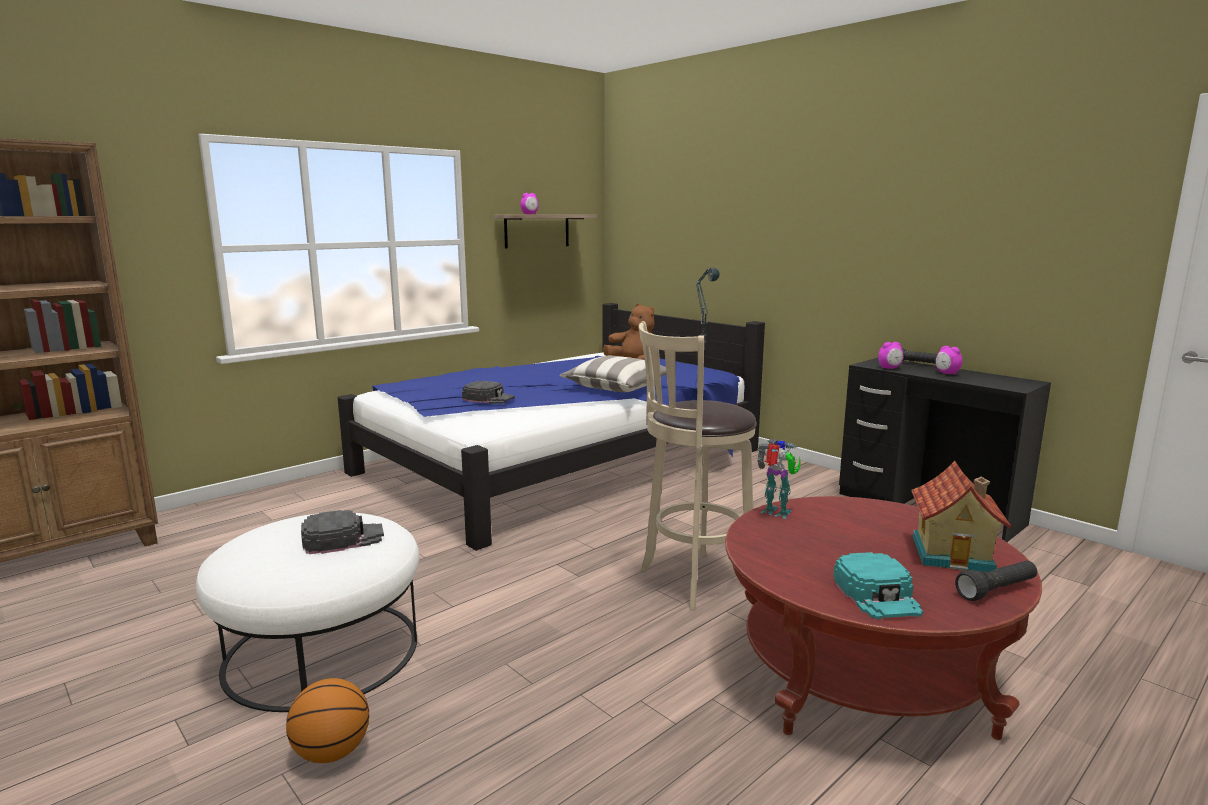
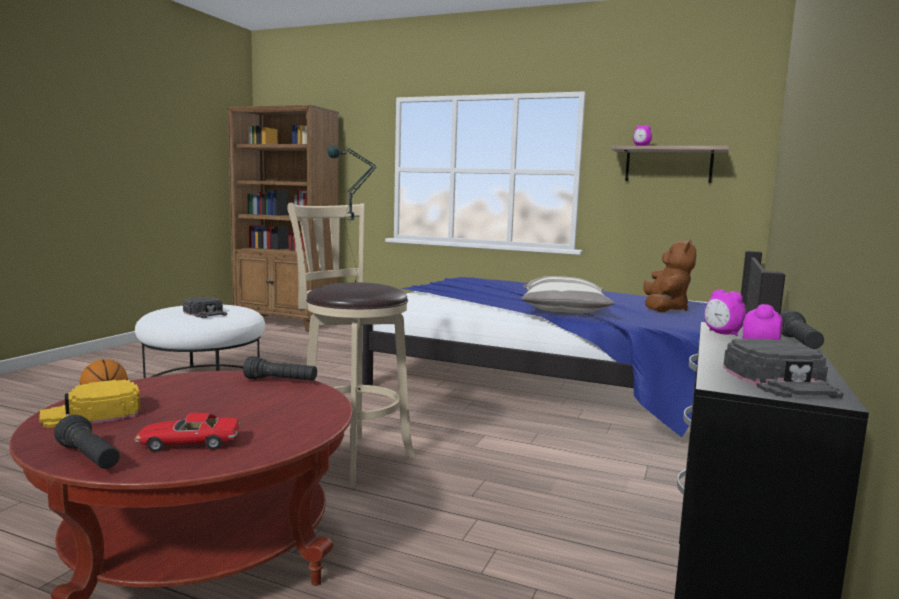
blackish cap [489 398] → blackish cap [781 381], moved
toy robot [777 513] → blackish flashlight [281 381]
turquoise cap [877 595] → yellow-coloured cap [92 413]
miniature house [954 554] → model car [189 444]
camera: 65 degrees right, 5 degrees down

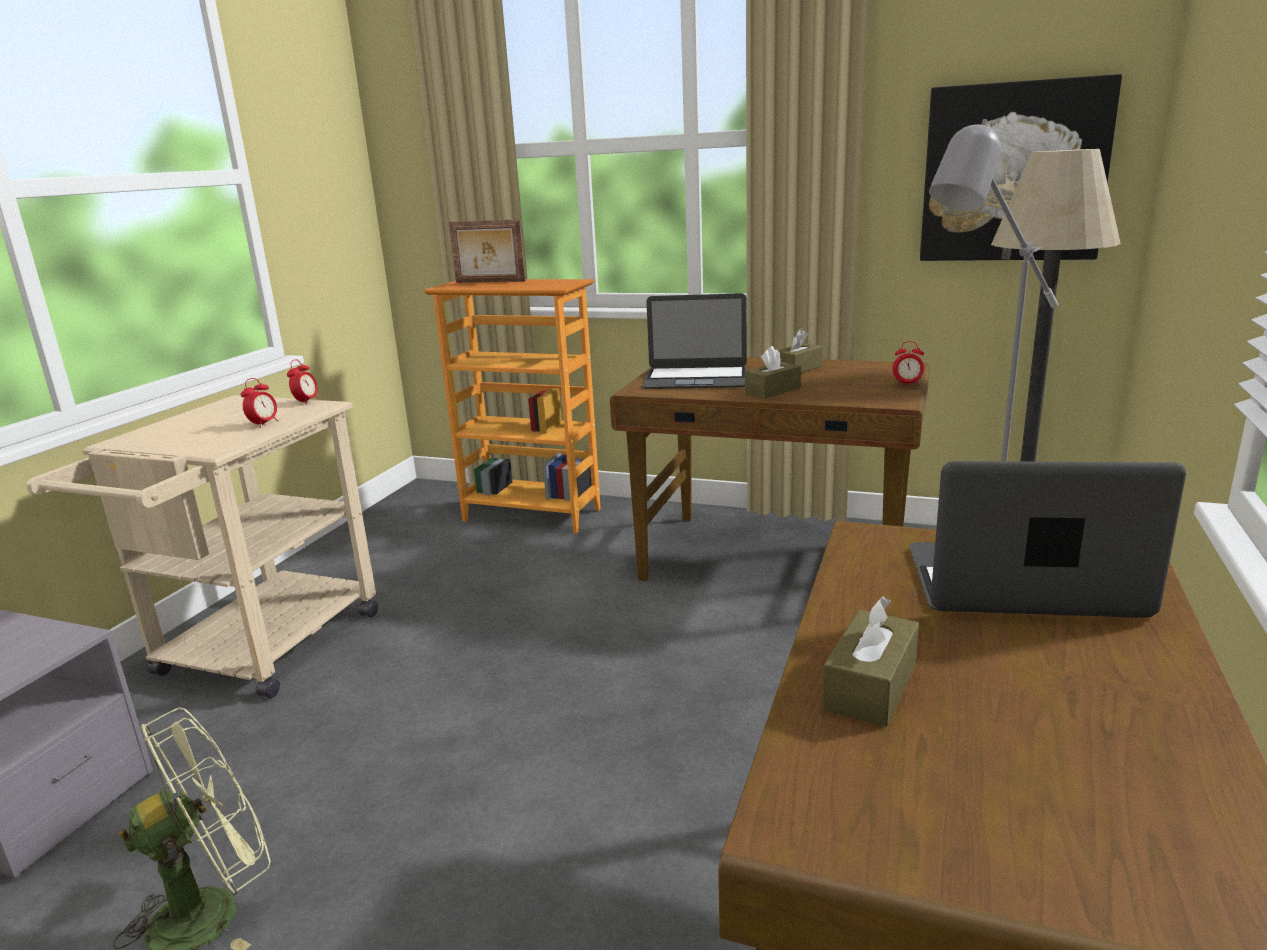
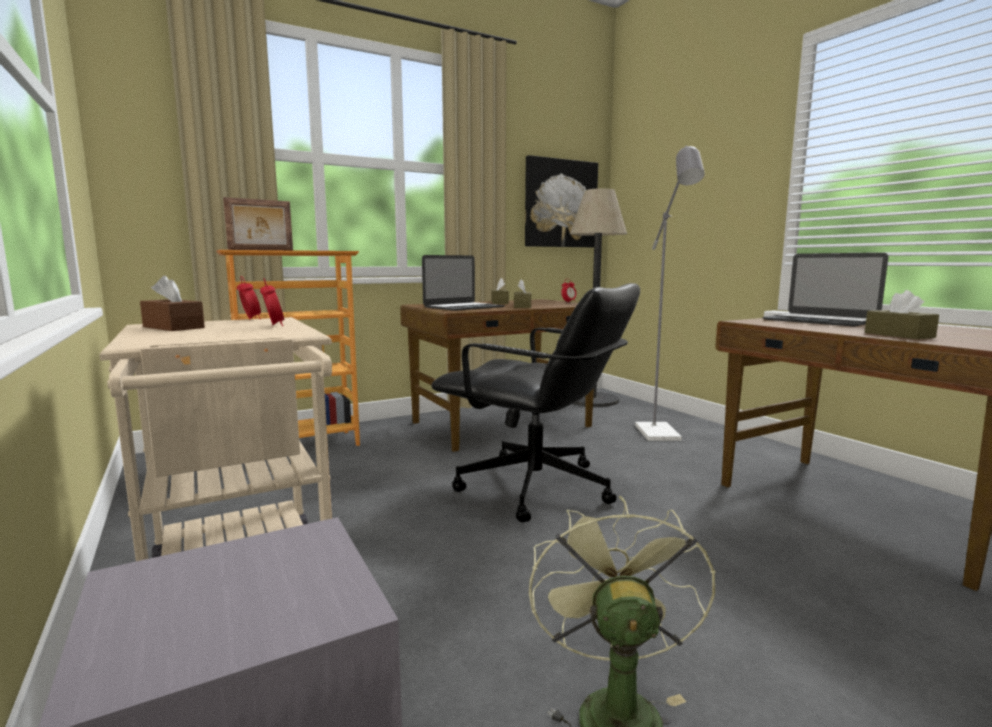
portable computer [1021 582] → portable computer [819 320], 90 degrees counterclockwise
- → brown box of tissues [173 327]
- → blackish office chair [536 489]
camera: 50 degrees left, 10 degrees down

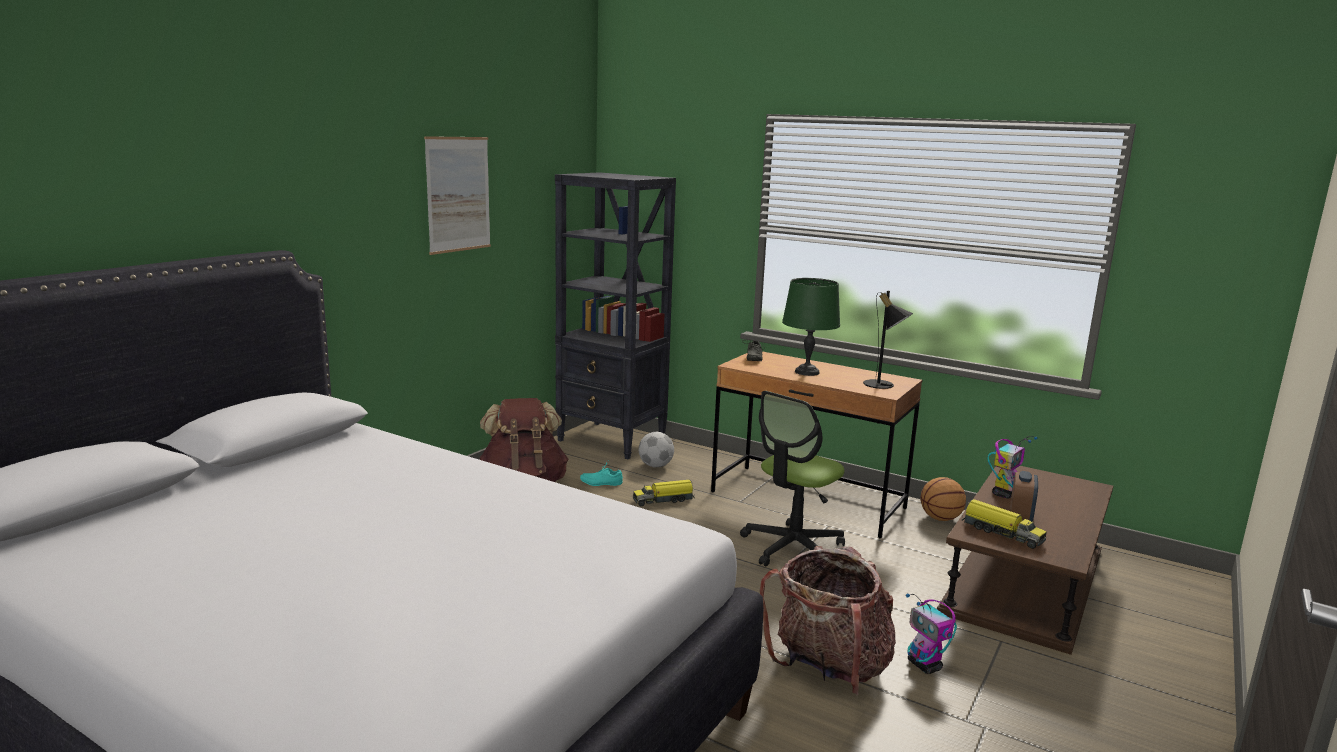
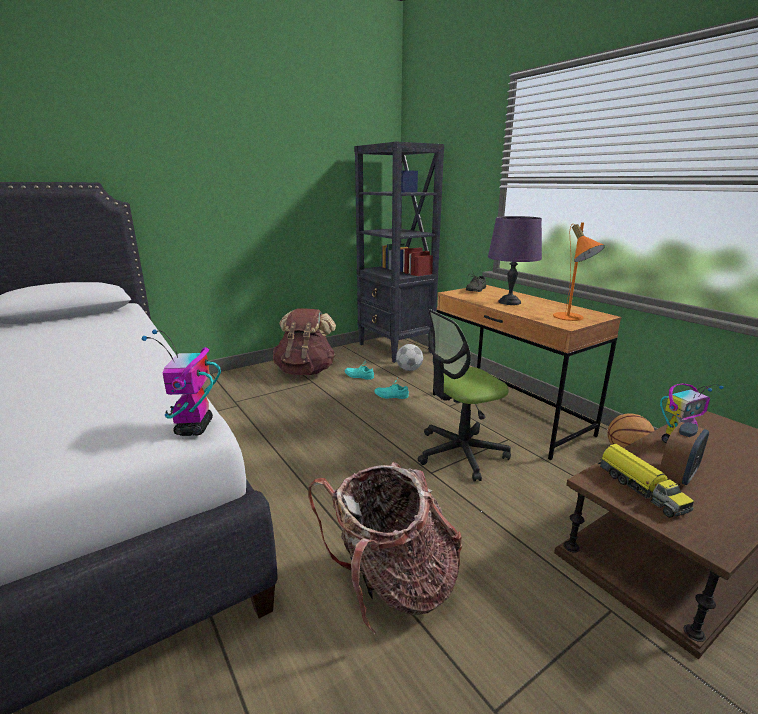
wall art [458 194] → -
toy truck [664 500] → turquoise low shoe [391 395]
green-coloured table lamp [807 372] → purple-coloured table lamp [510 302]
blackish table lamp [883 386] → orangey table lamp [571 318]
toy robot [925 666] → toy robot [194 428], moved
camera: 25 degrees right, 5 degrees up

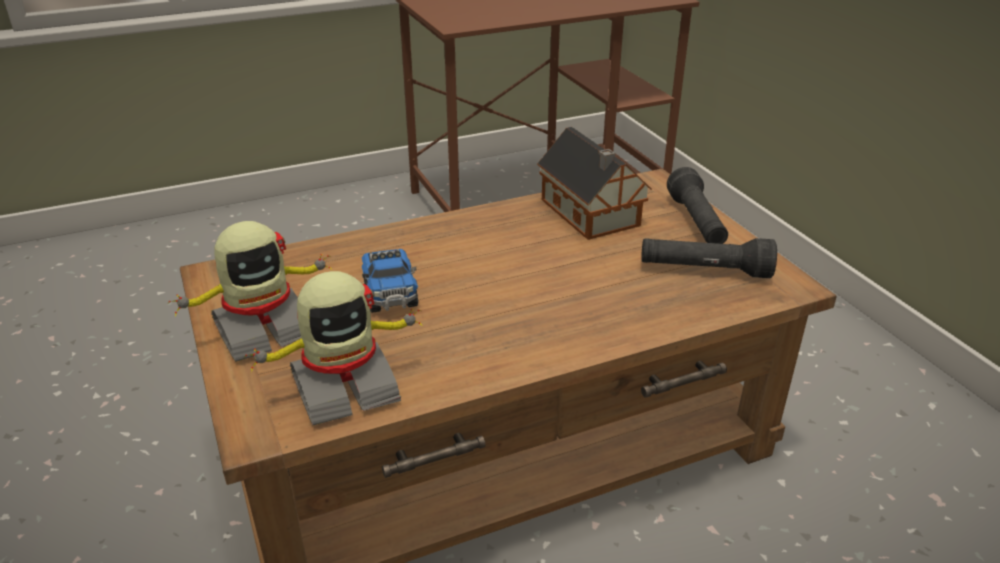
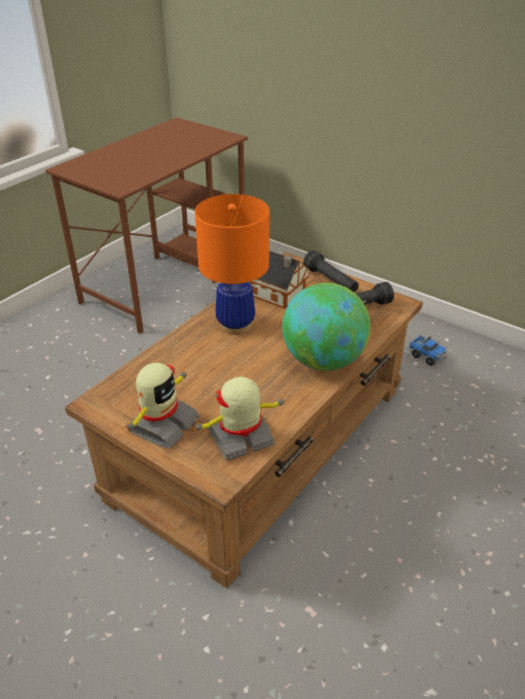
toy robot [344 387] → toy robot [240 438], 150 degrees counterclockwise
toy truck [390 296] → toy truck [426 356], moved
- → orangey table lamp [235 325]
- → world globe [323 360]
camera: 30 degrees left, 5 degrees up

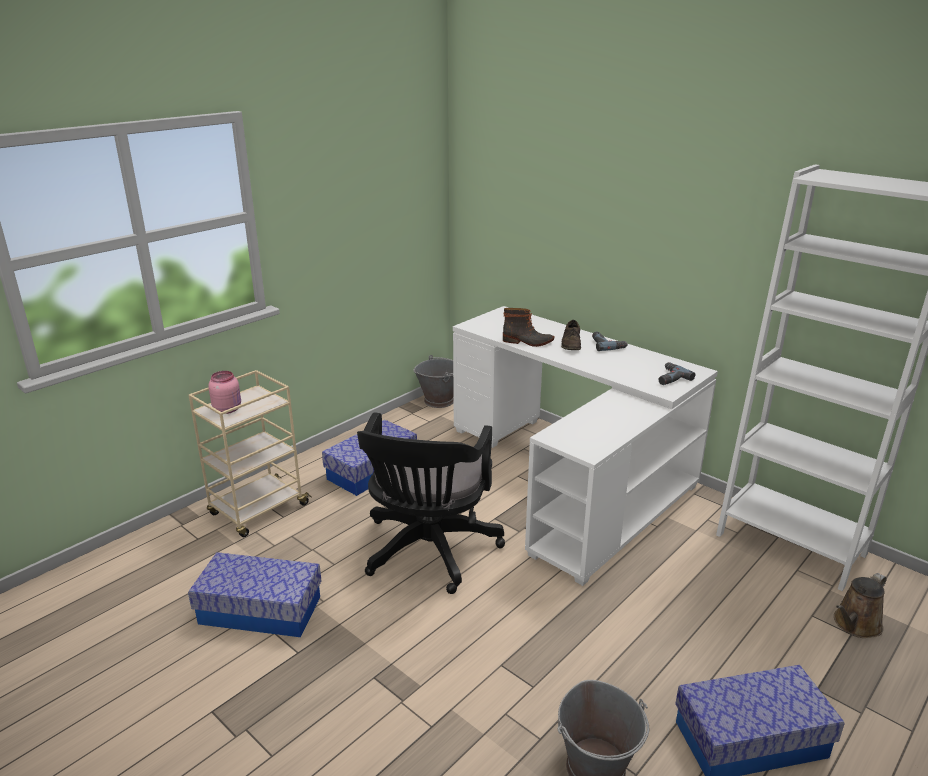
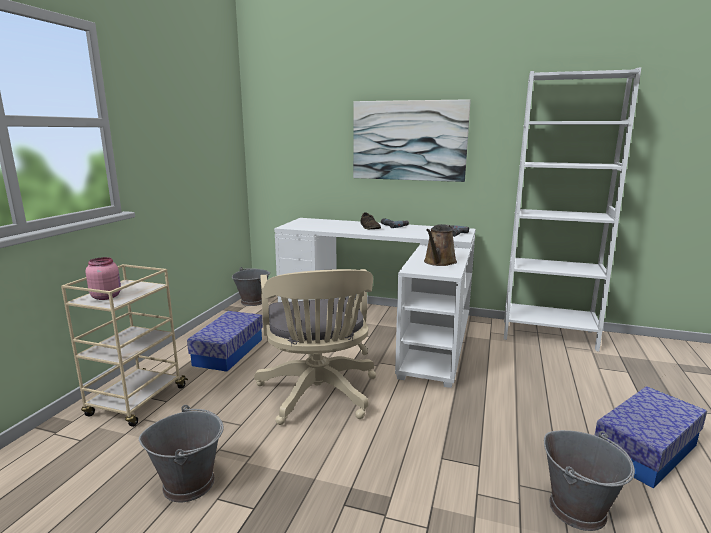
storage container [260 610] → grey bucket [189 483]
blackish office chair [428 552] → beige office chair [318 395]
boot [527 342] → -
brown watering can [855 625] → brown watering can [439 262], moved
- → wall art [409 141]
camera: 25 degrees left, 10 degrees down

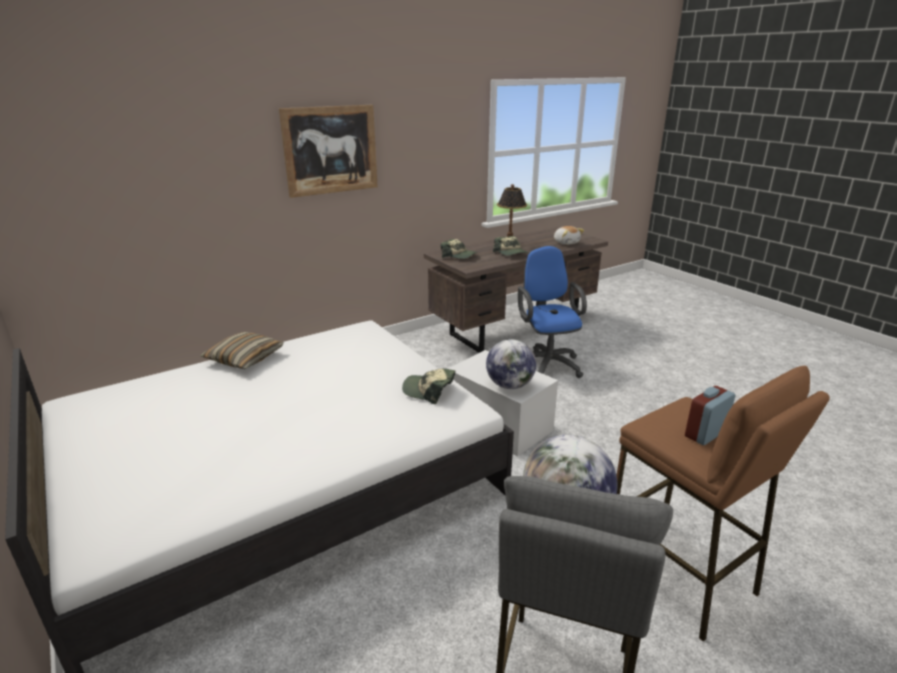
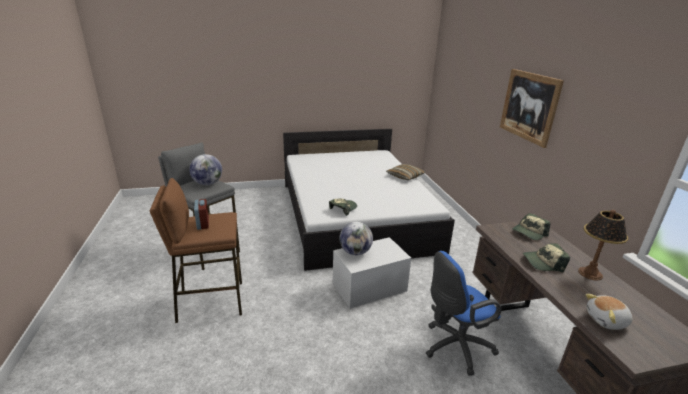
bluish office chair [546 364] → bluish office chair [454 347], 150 degrees clockwise
camera: 110 degrees right, 0 degrees up

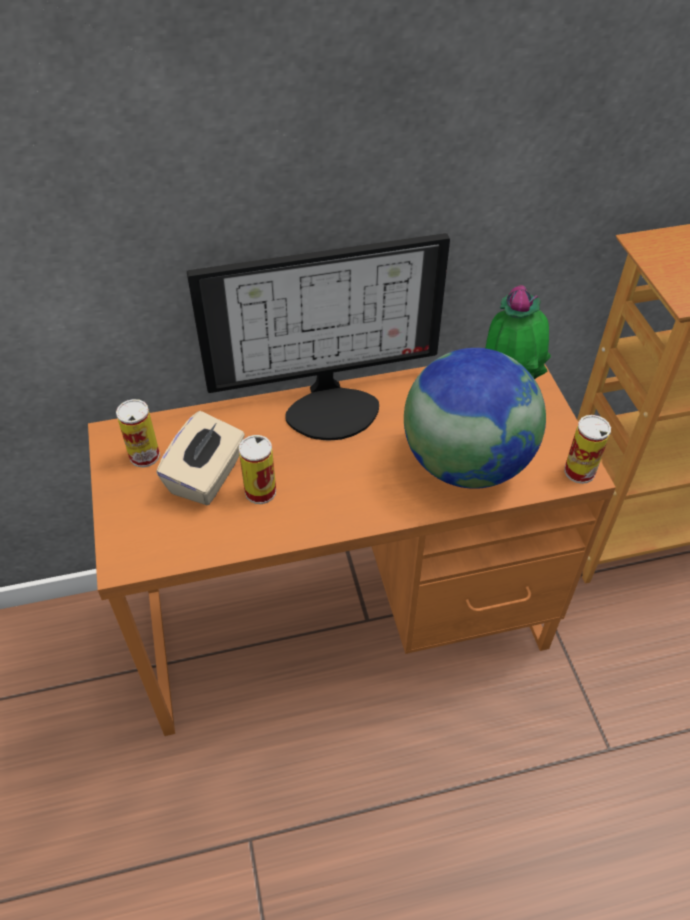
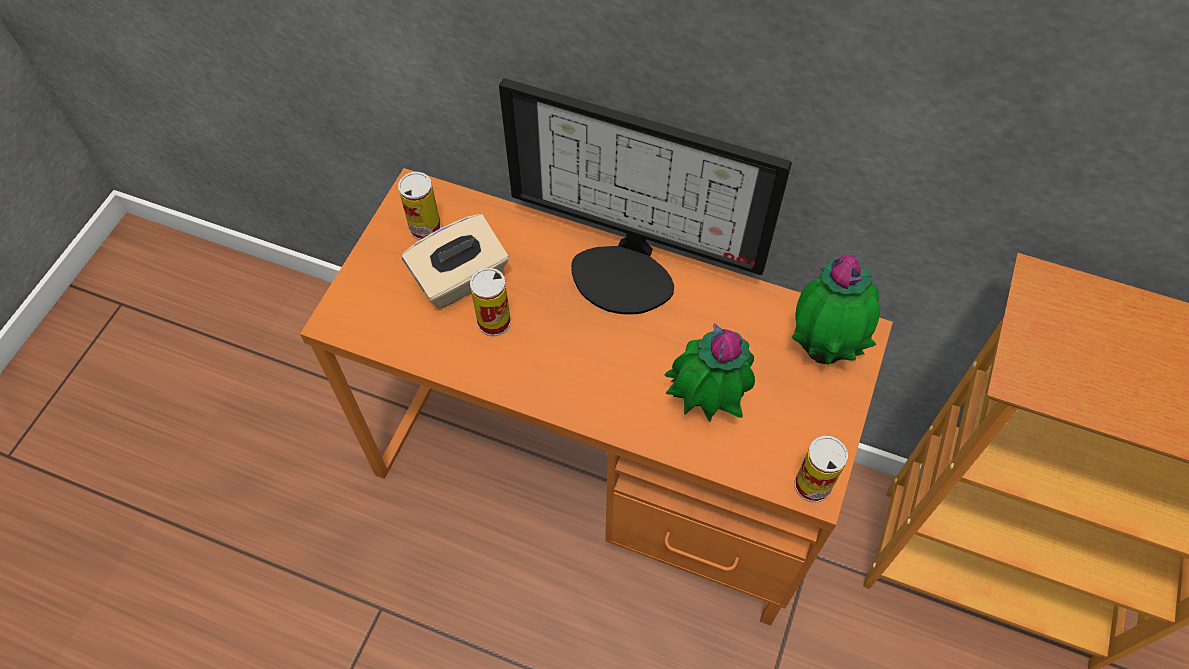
world globe [466 463] → plant in a pot [704 407]
camera: 35 degrees right, 10 degrees up

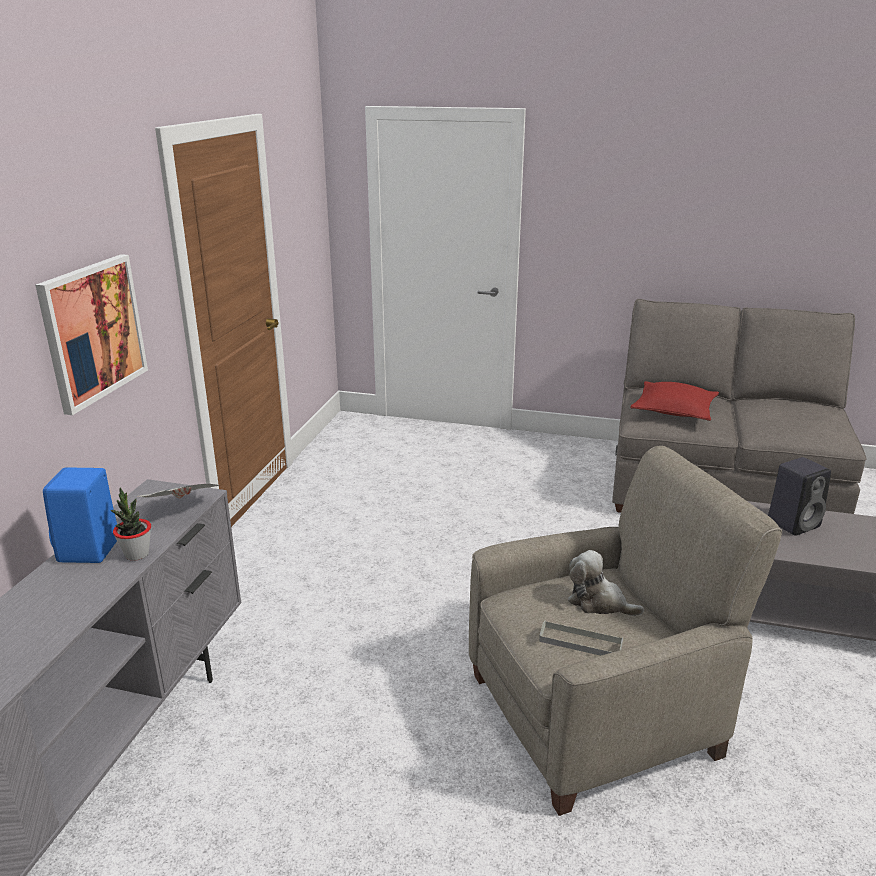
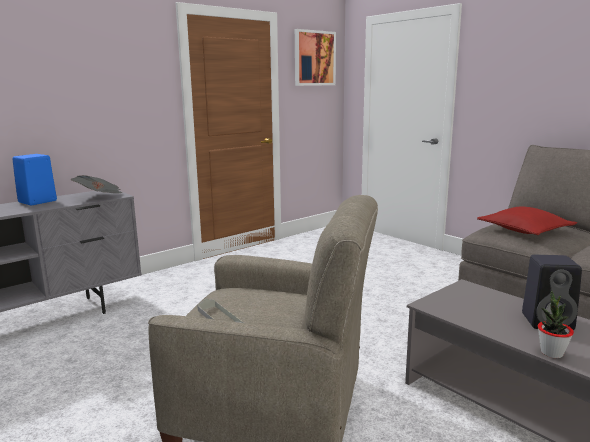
wall art [93 331] → wall art [314 58], moved
plant in a pot [137 554] → plant in a pot [551 353], moved
plush toy [598 602] → -
camera: 35 degrees right, 10 degrees down

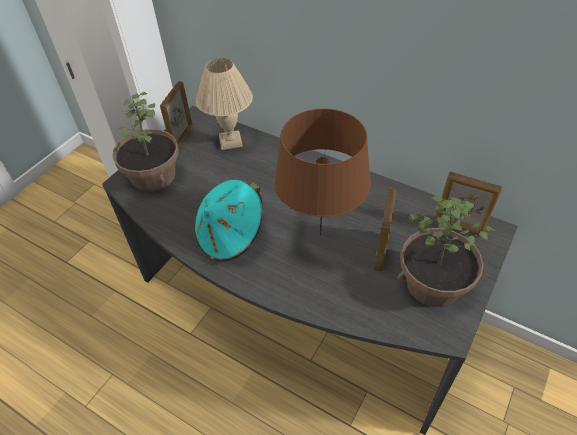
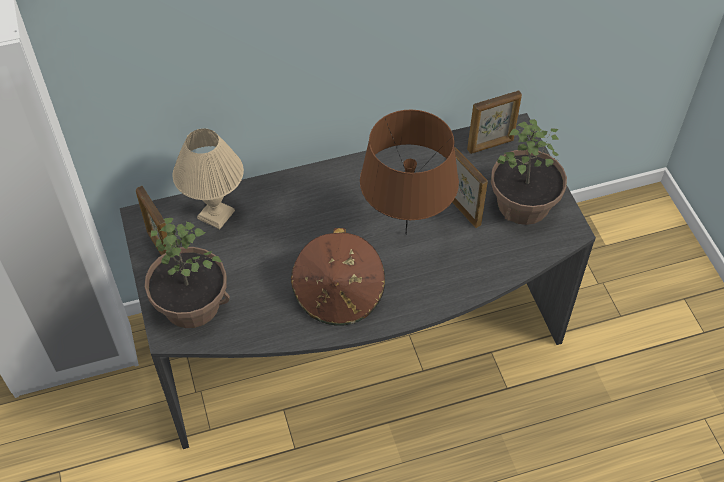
turquoise wearable hat [231 236] → brown wearable hat [339 294]
camera: 50 degrees left, 5 degrees up

